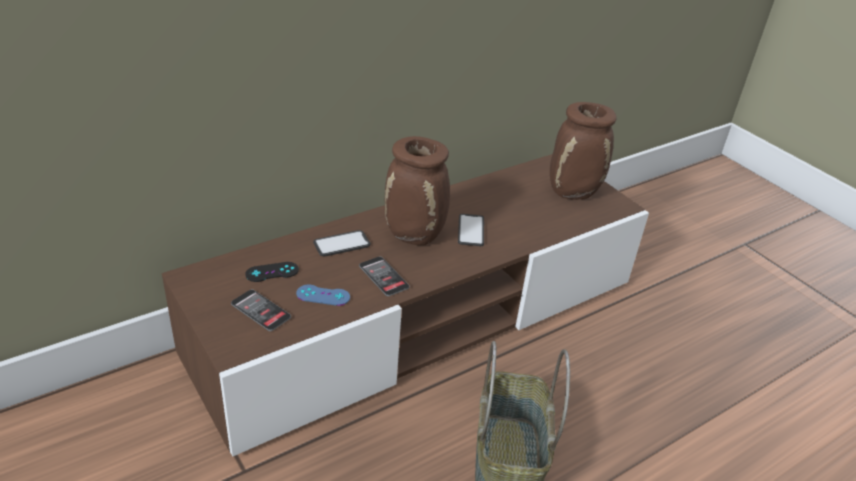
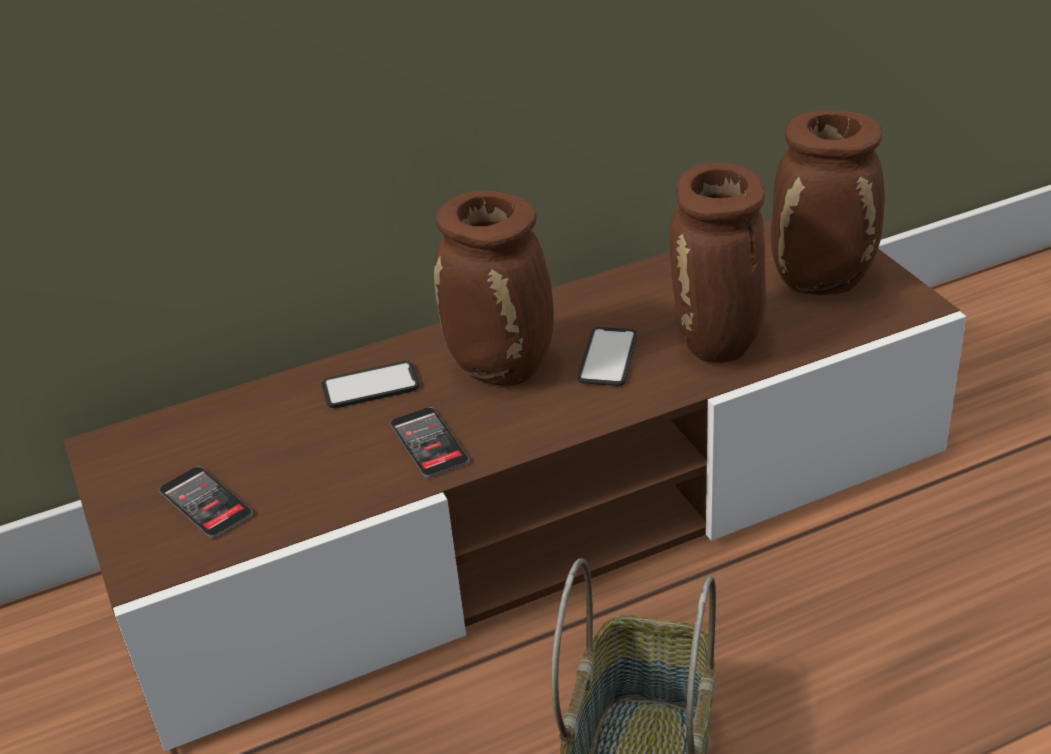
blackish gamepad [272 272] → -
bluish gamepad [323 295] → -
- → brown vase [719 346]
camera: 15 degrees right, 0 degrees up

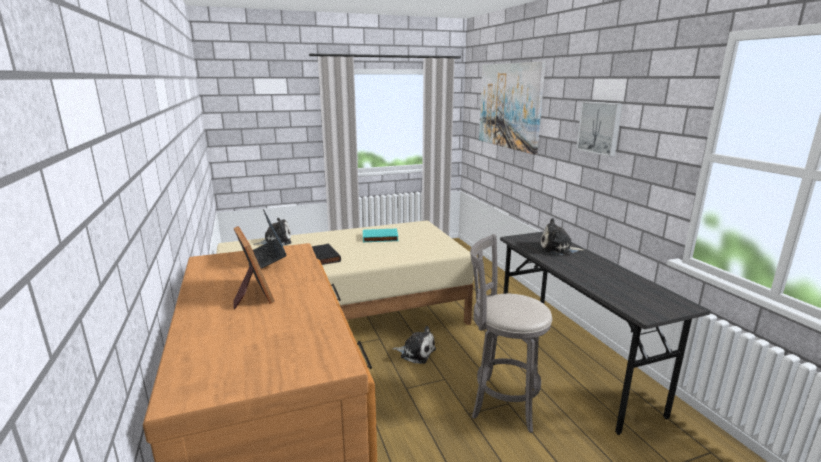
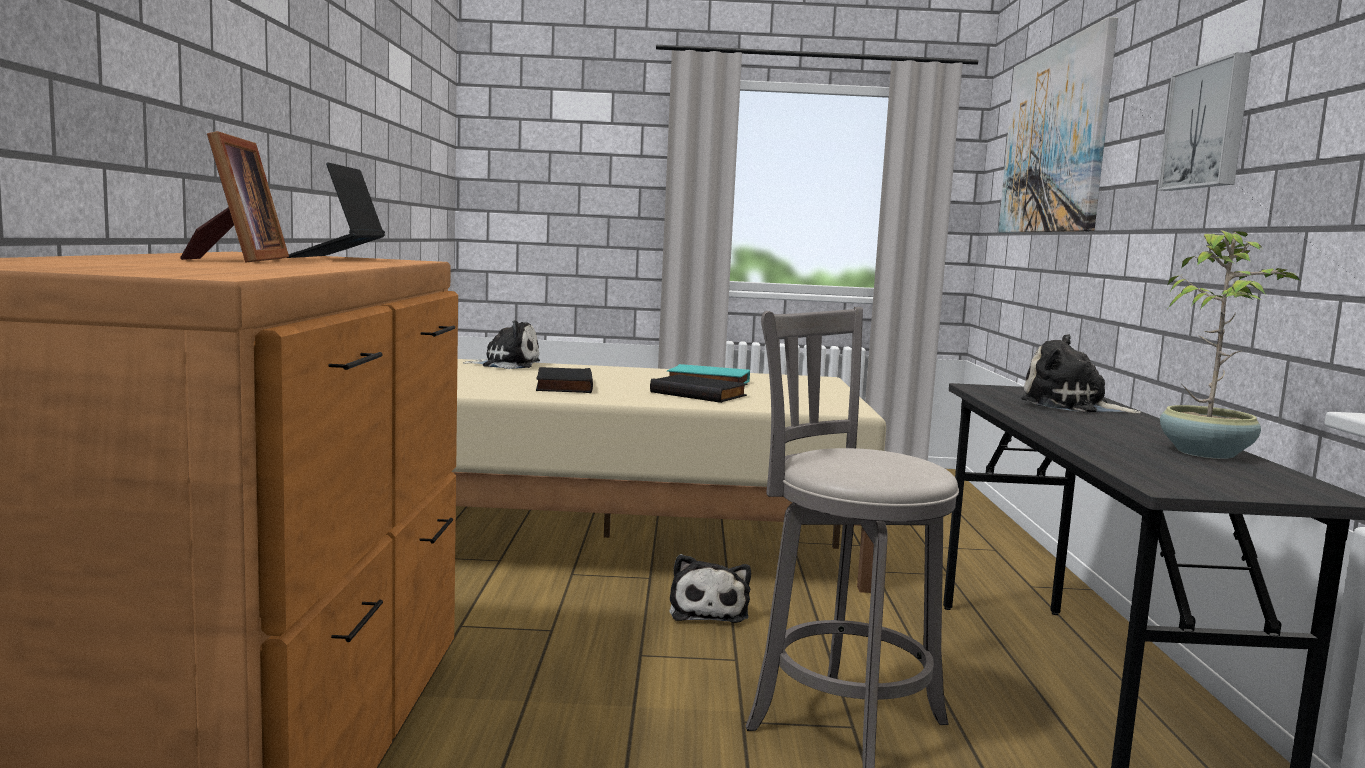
plush toy [416 352] → plush toy [708 610], 45 degrees clockwise
- → blackish bound book [700 394]
- → plant in a pot [1206 452]
camera: 20 degrees right, 10 degrees down

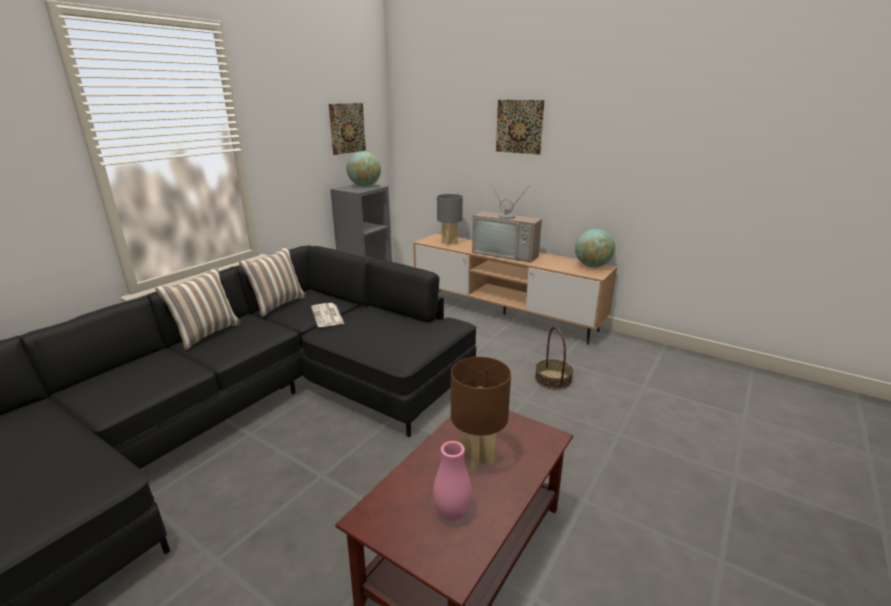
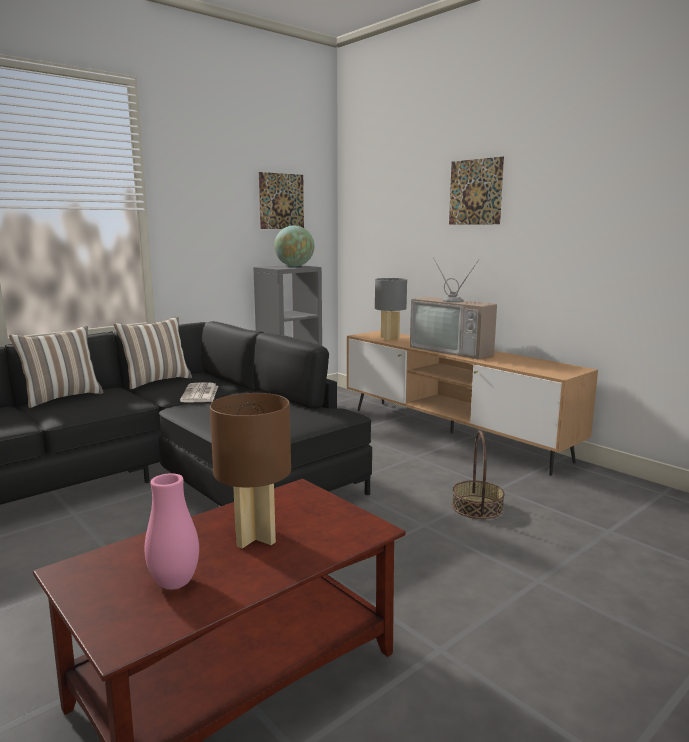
world globe [592 266] → -
camera: 15 degrees right, 10 degrees down

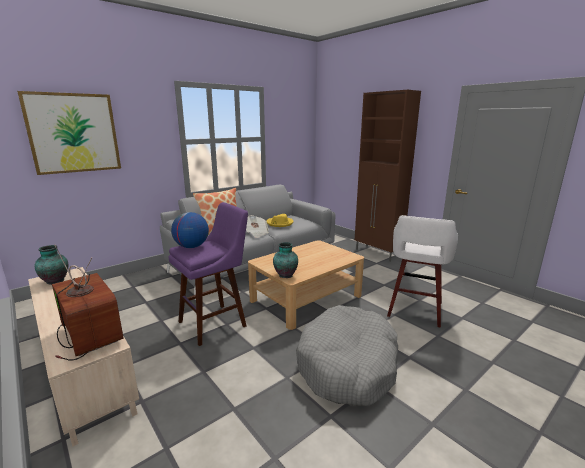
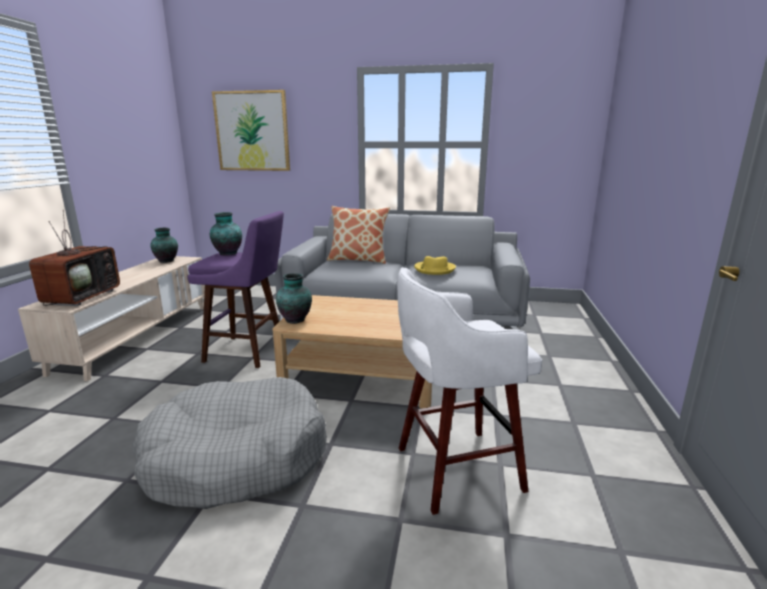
world globe [191 247] → vase [227 253]
daily paper [256 233] → -
brown cabinet [378 253] → -
camera: 50 degrees right, 0 degrees up

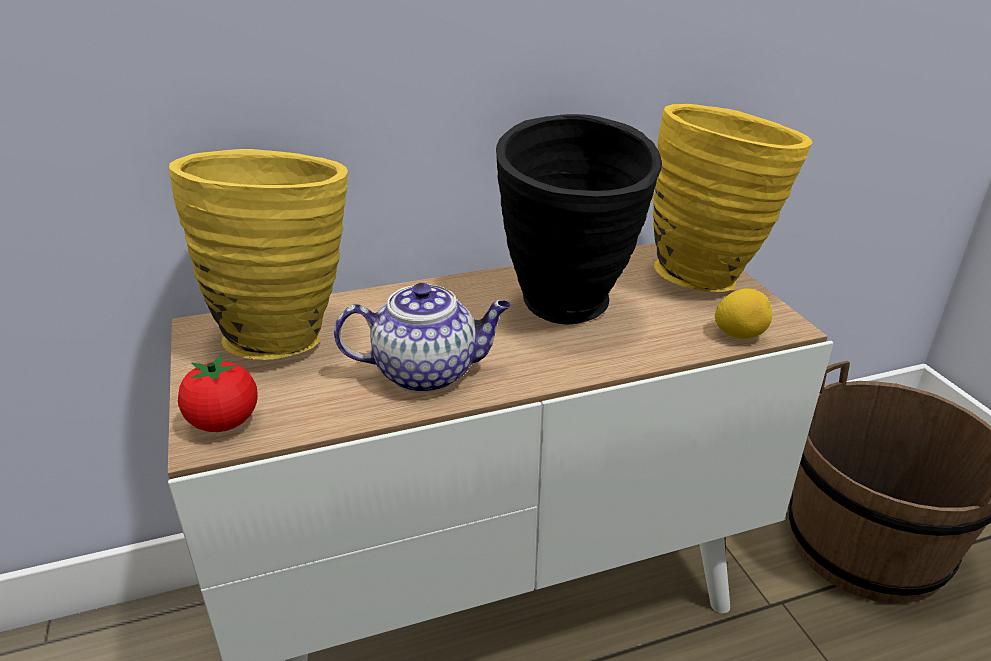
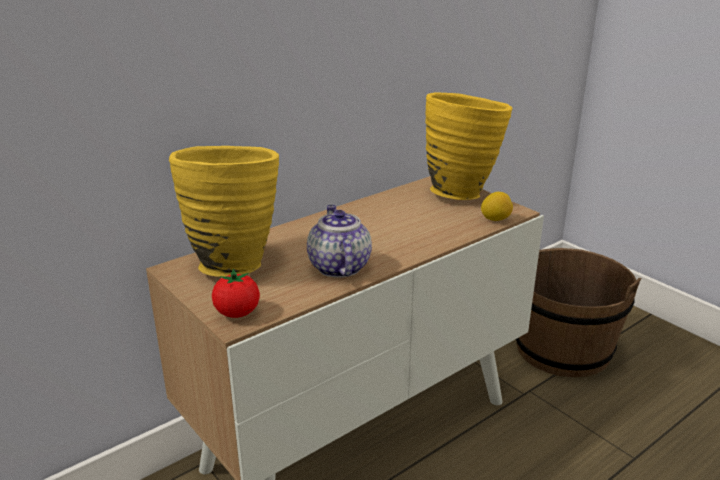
tea pot [428 372] → tea pot [338 266], 75 degrees counterclockwise
blackish vase [570 313] → -
camera: 20 degrees left, 5 degrees down

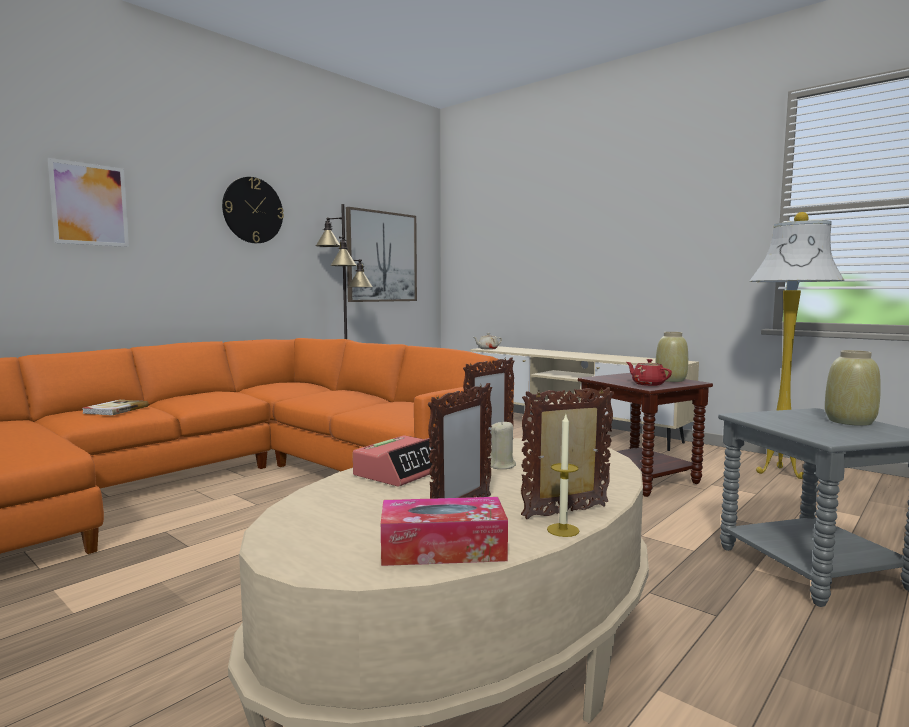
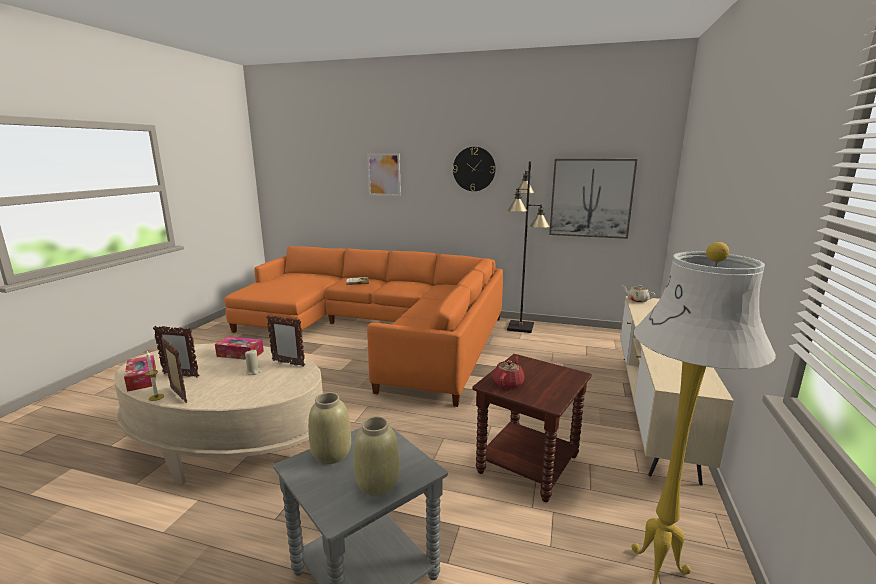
bedside clock [402 472] → box of tissues [240 354]
beige vase [671 380] → beige vase [331 454], moved
camera: 65 degrees right, 10 degrees up

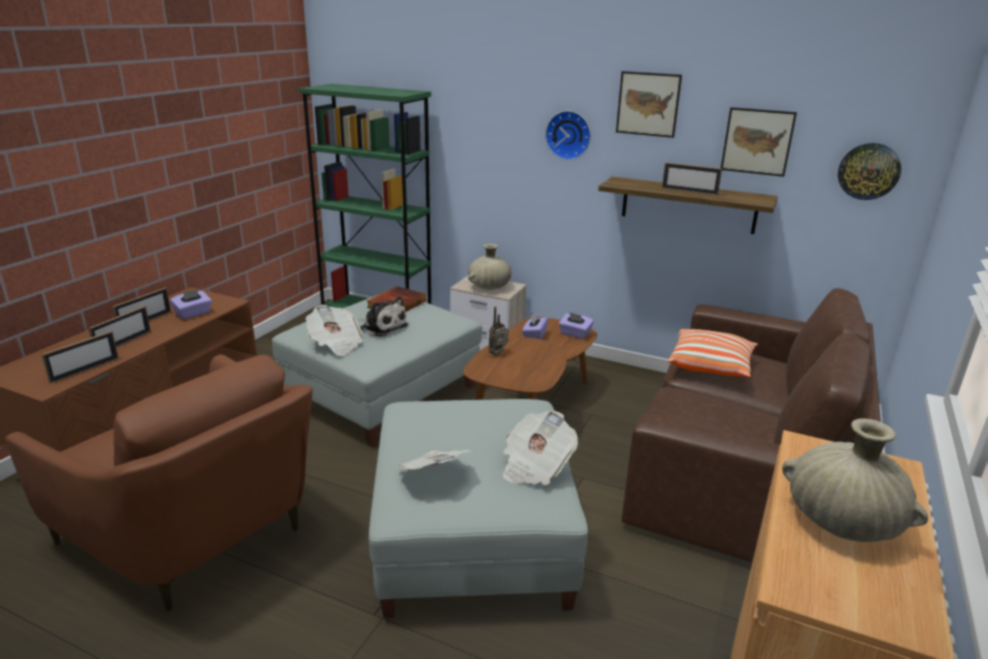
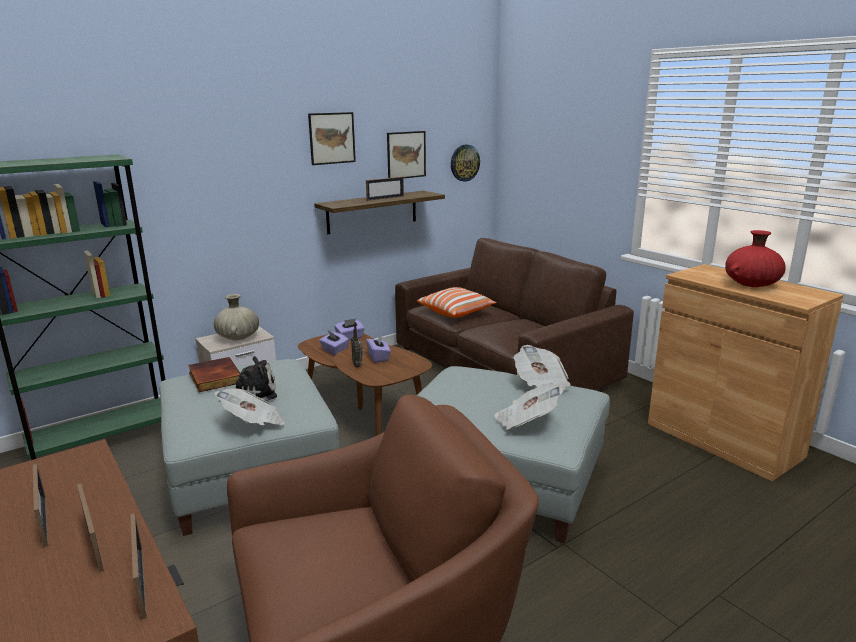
purple-coloured box of tissues [193 314] → purple-coloured box of tissues [378 357], moved
clock on the wall [569 135] → -
beige vase [842 522] → reddish vase [751 285]
camera: 60 degrees left, 5 degrees down

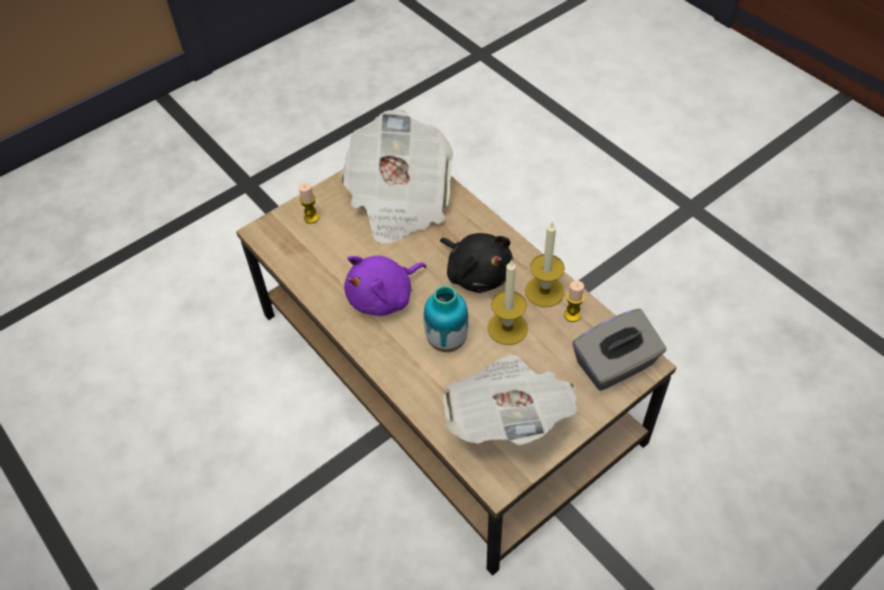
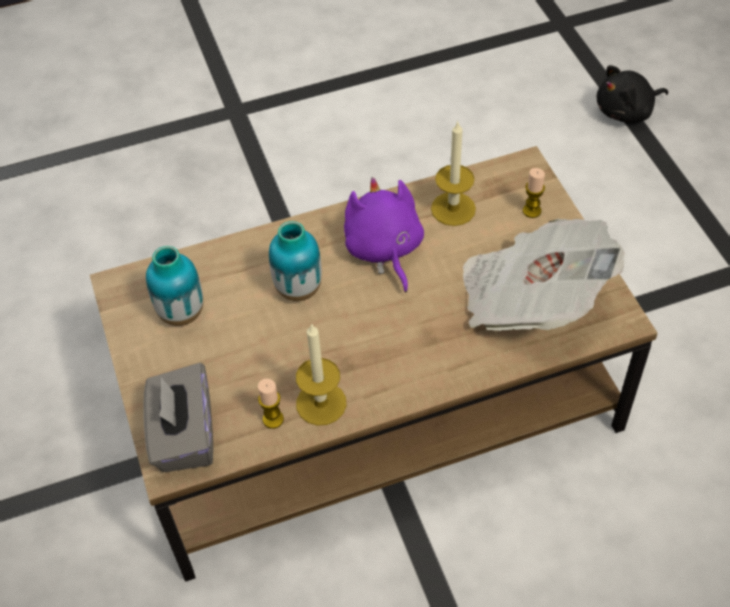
blackish plush toy [477 273] → blackish plush toy [626 111], moved
daily paper [506 415] → vase [181 313]
candle [507 328] → candle [453 209], moved
camera: 110 degrees right, 0 degrees up

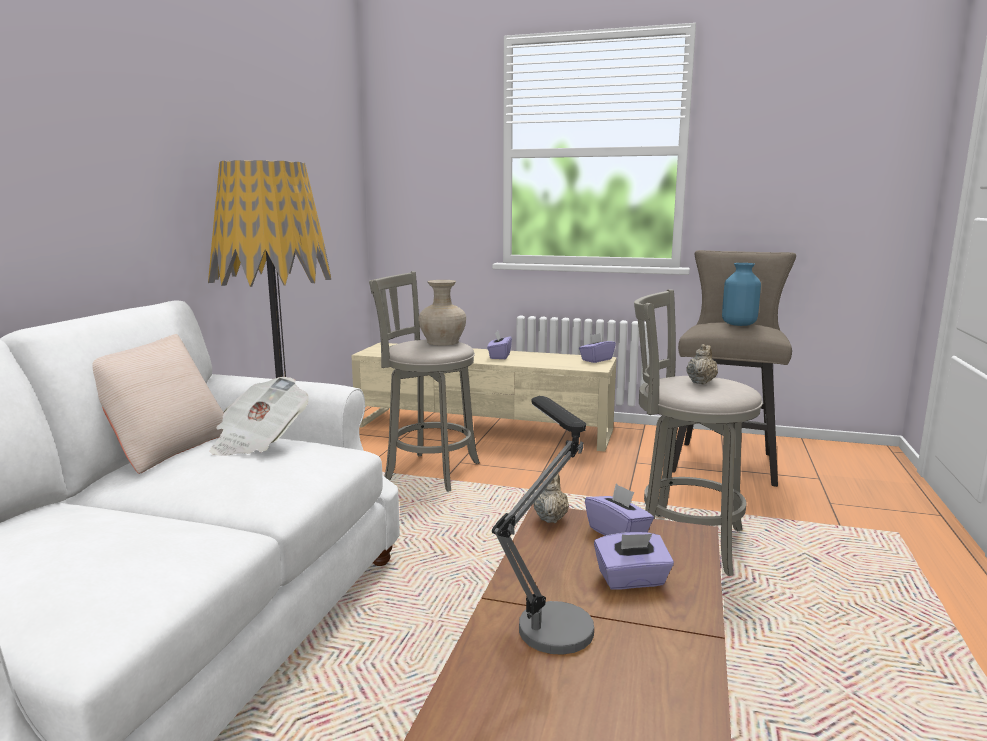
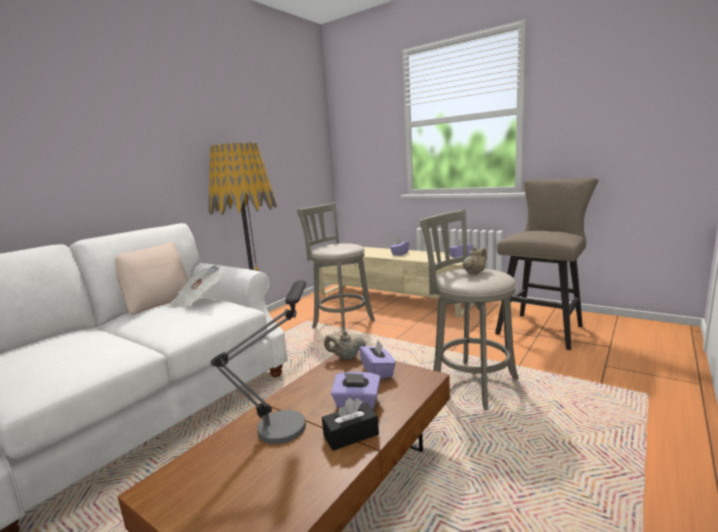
beige vase [443 342] → -
beige tea pot [551 518] → beige tea pot [346 358], 120 degrees counterclockwise
bluish vase [739 324] → -
- → blackish box of tissues [351 435]
camera: 20 degrees right, 0 degrees up

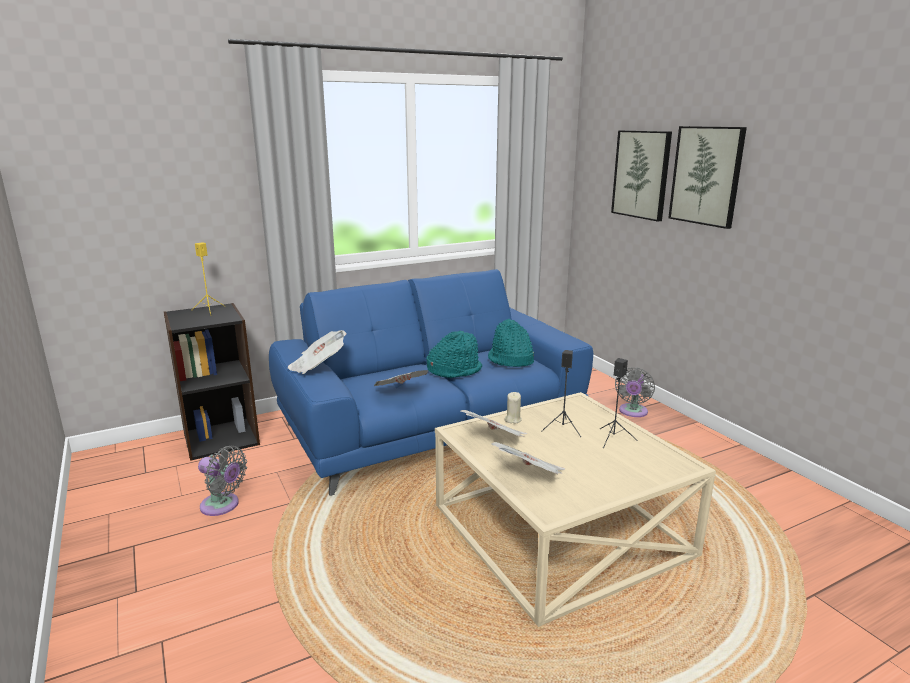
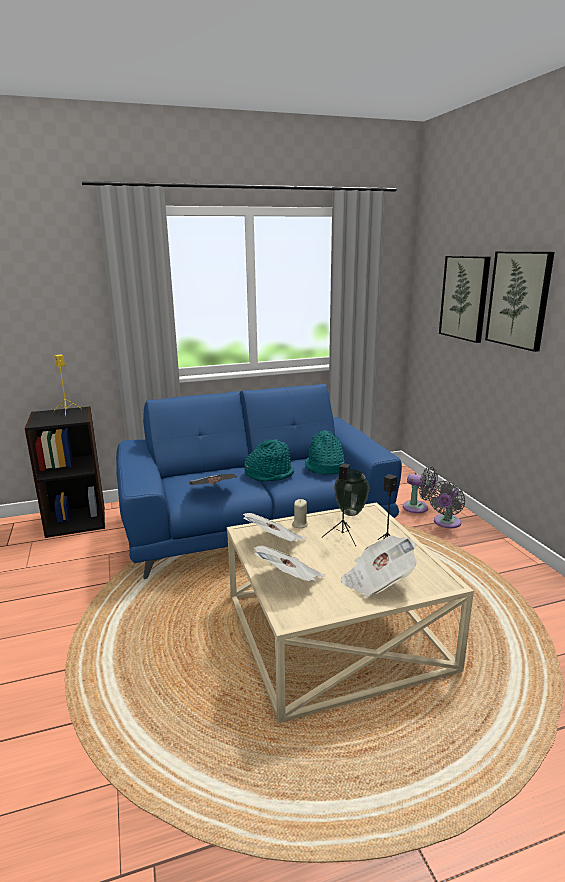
grey cooling fan [222 506] → grey cooling fan [418 508], moved
daily paper [318 366] → daily paper [377 581], moved
- → vase [350 513]
camera: 10 degrees right, 0 degrees up

